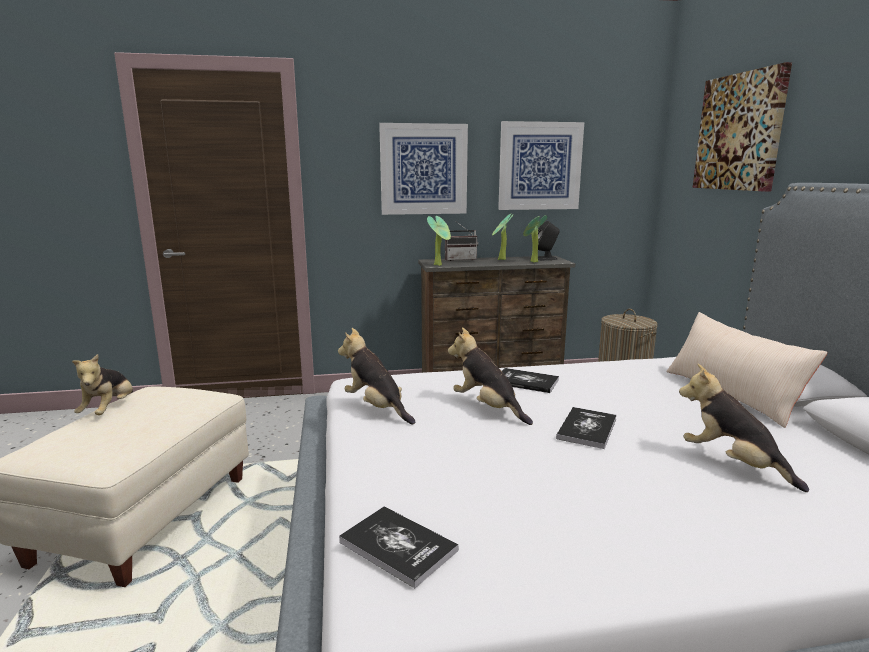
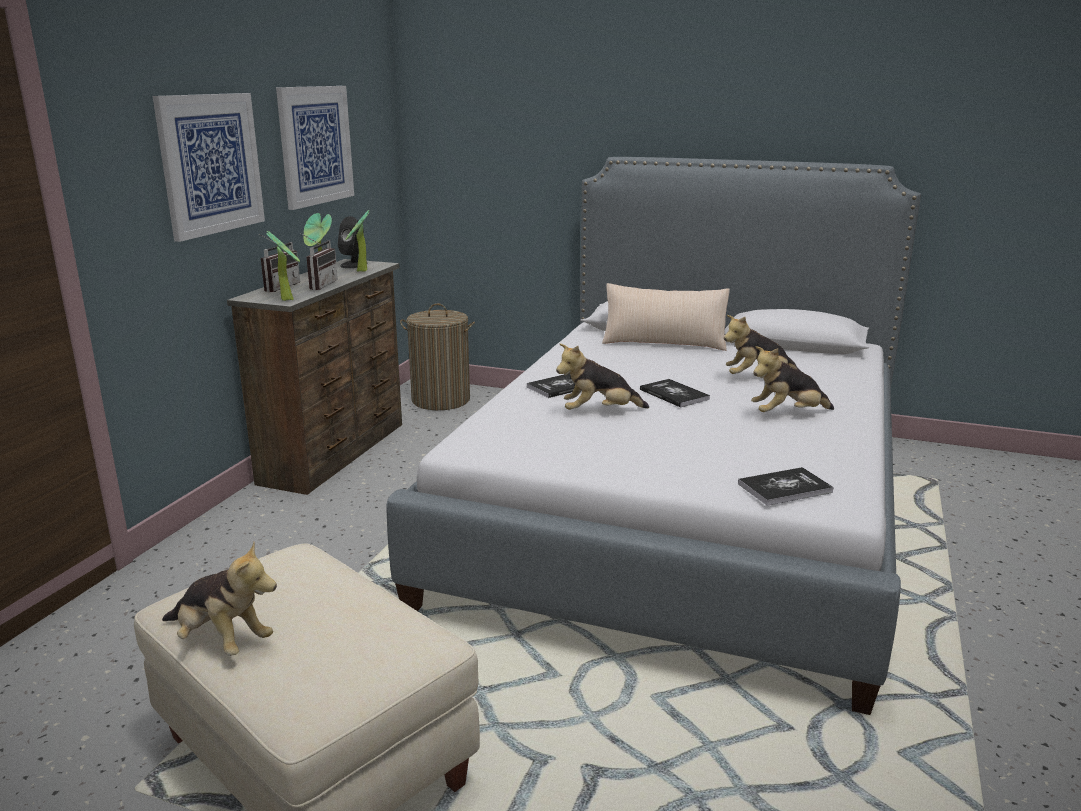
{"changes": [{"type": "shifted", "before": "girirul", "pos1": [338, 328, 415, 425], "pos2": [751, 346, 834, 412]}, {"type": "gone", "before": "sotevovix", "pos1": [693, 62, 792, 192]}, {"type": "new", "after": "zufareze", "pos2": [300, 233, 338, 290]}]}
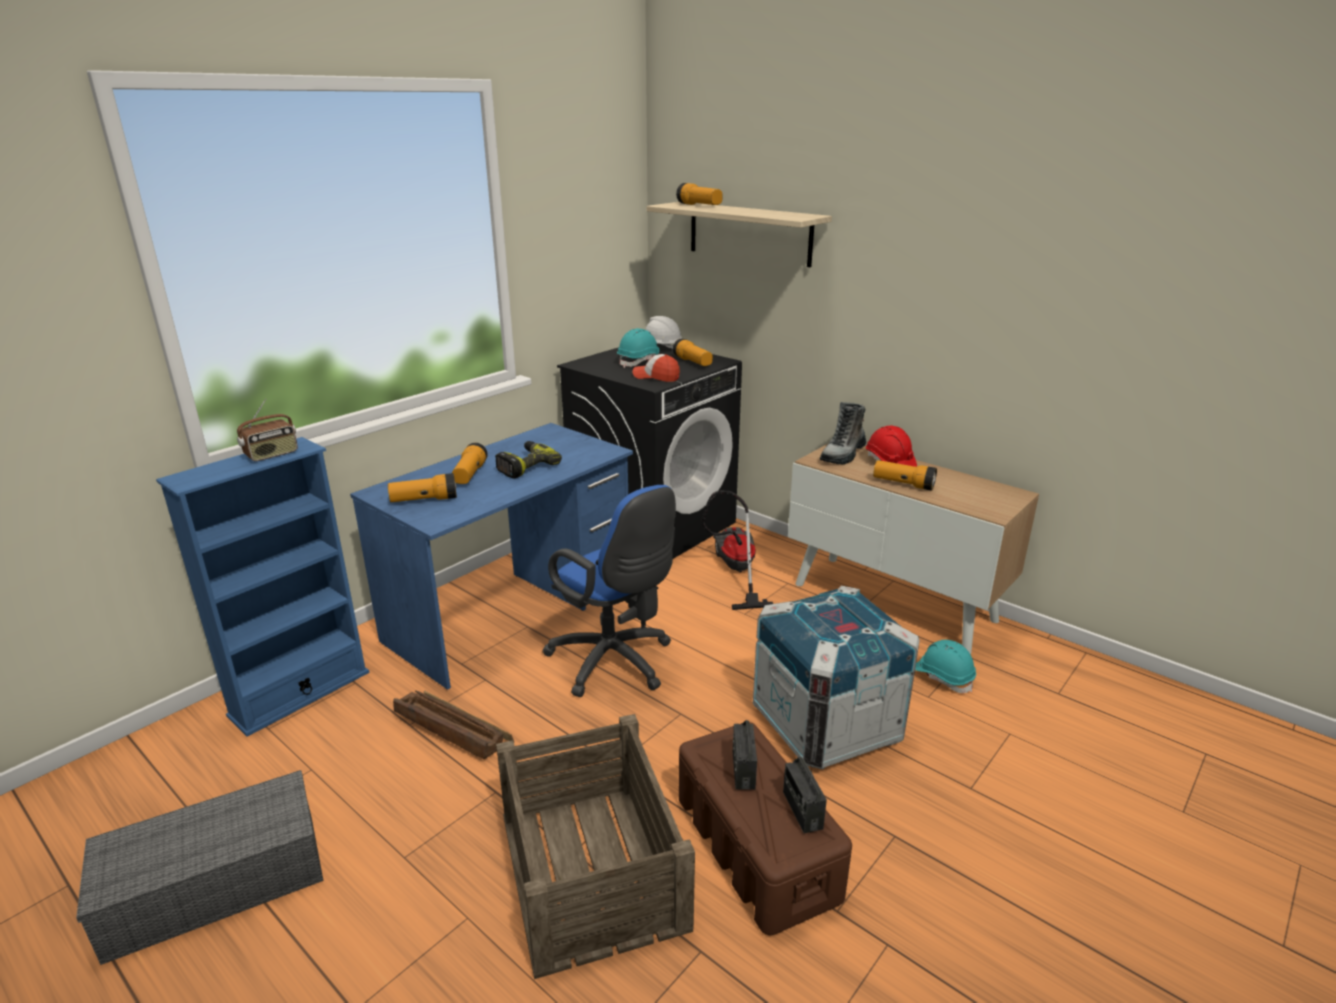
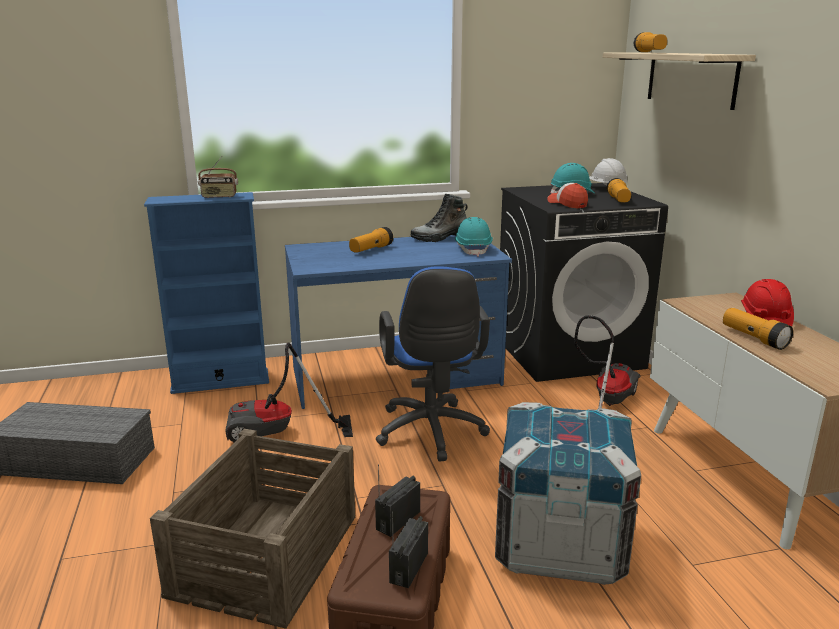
{"changes": [{"type": "gone", "before": "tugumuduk", "pos1": [388, 473, 457, 502]}, {"type": "swapped", "before": "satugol", "after": "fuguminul", "pos1": [393, 690, 514, 759], "pos2": [226, 343, 353, 443]}, {"type": "gone", "before": "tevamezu", "pos1": [495, 441, 562, 479]}, {"type": "shifted", "before": "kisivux", "pos1": [820, 402, 866, 465], "pos2": [411, 194, 467, 242]}, {"type": "shifted", "before": "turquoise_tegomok", "pos1": [915, 640, 976, 693], "pos2": [455, 217, 493, 256]}]}
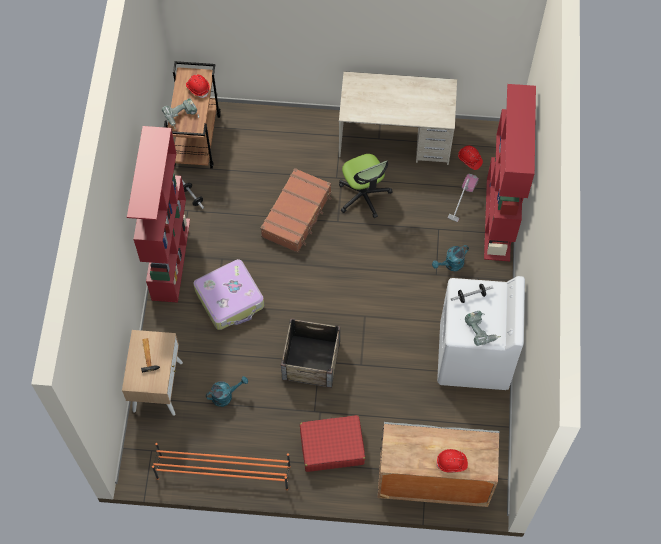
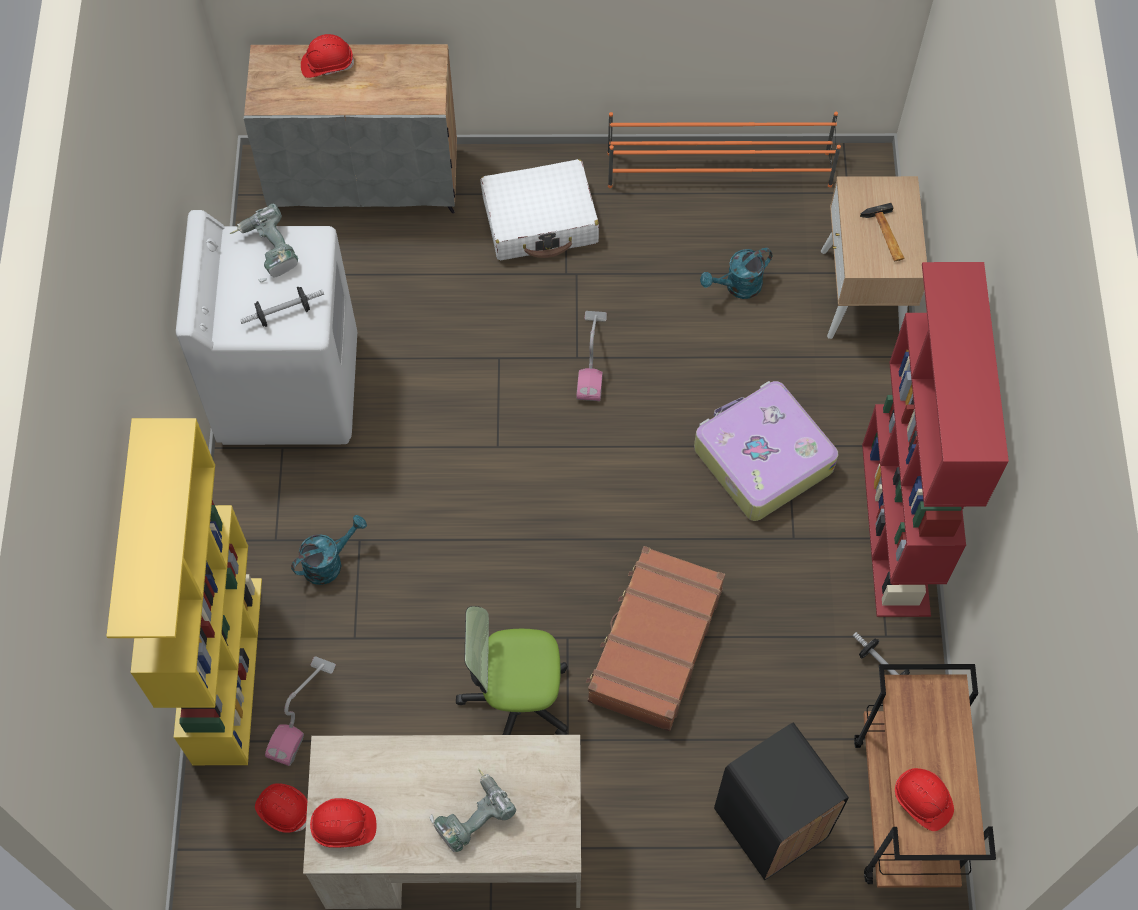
{"changes": [{"type": "shifted", "before": "tevamezu", "pos1": [162, 98, 199, 129], "pos2": [429, 769, 516, 852]}, {"type": "swapped", "before": "satugol", "after": "fuguminul", "pos1": [281, 318, 340, 388], "pos2": [576, 311, 607, 401]}, {"type": "repainted", "before": "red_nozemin", "after": "white_nozemin", "pos1": [300, 415, 365, 472], "pos2": [481, 159, 599, 260]}, {"type": "rotated", "before": "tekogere", "pos1": [339, 154, 393, 218], "pos2": [456, 606, 568, 735], "turn": -60}, {"type": "repainted", "before": "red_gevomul", "after": "yellow_gevomul", "pos1": [484, 84, 536, 261], "pos2": [106, 418, 262, 765]}, {"type": "new", "after": "red_tegomok", "pos2": [310, 798, 377, 848]}, {"type": "new", "after": "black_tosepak", "pos2": [714, 723, 849, 880]}]}
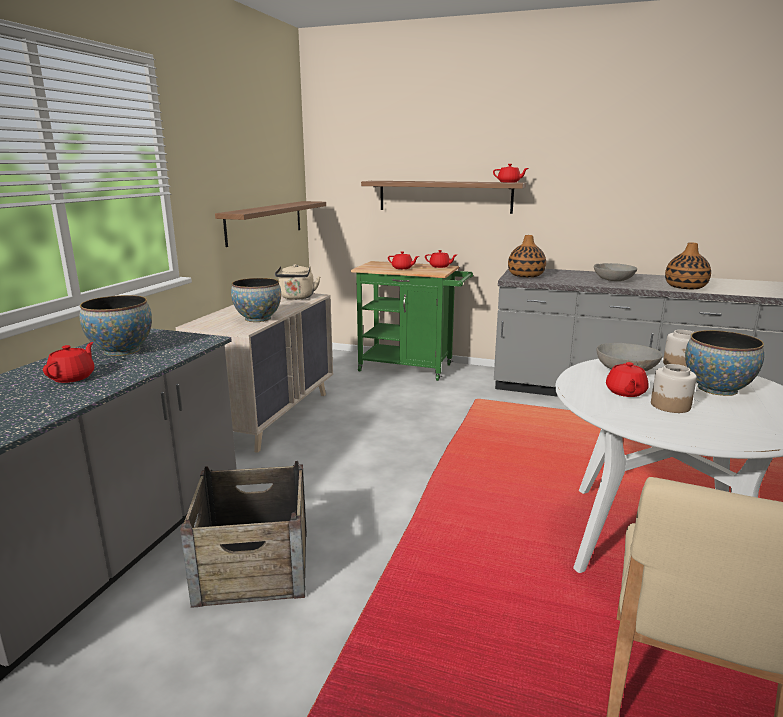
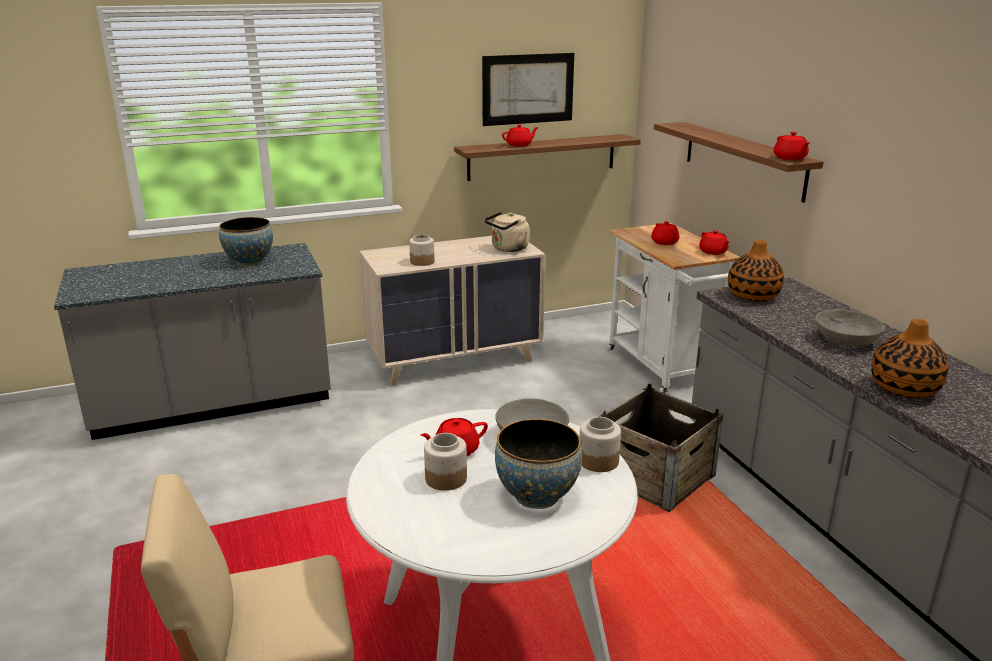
{"changes": [{"type": "shifted", "before": "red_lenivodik", "pos1": [43, 342, 94, 383], "pos2": [502, 124, 538, 147]}, {"type": "shifted", "before": "satugol", "pos1": [180, 461, 307, 608], "pos2": [598, 384, 723, 512]}, {"type": "swapped", "before": "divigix", "after": "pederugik", "pos1": [231, 278, 281, 322], "pos2": [409, 234, 434, 266]}, {"type": "repainted", "before": "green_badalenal", "after": "white_badalenal", "pos1": [351, 261, 473, 381], "pos2": [607, 223, 740, 394]}, {"type": "new", "after": "sotevovix", "pos2": [482, 53, 574, 126]}]}
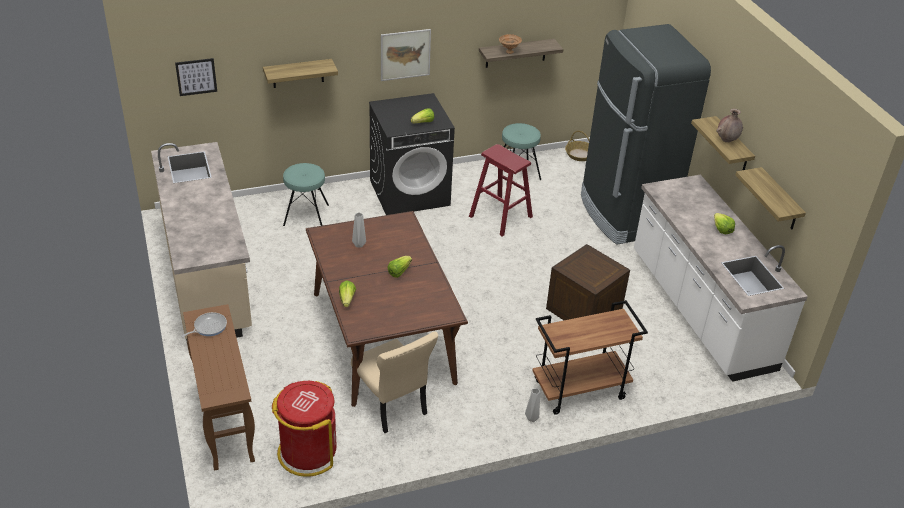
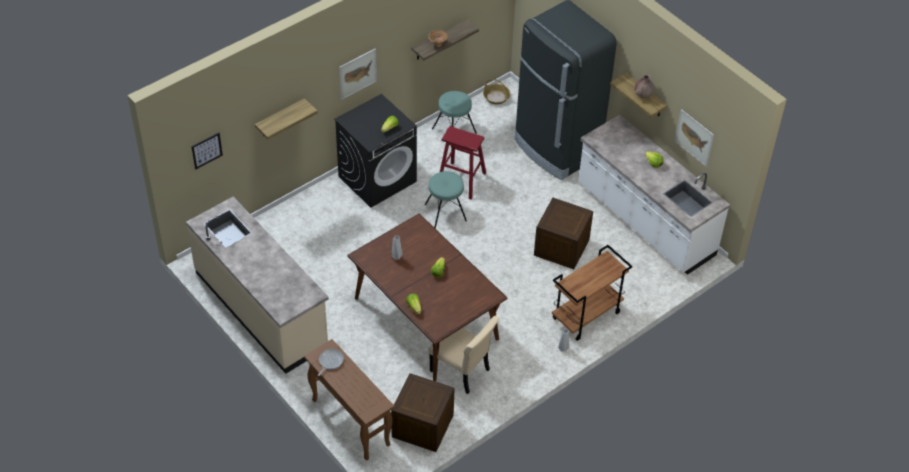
{"changes": [{"type": "swapped", "before": "red_tosepak", "after": "satugol", "pos1": [272, 381, 336, 477], "pos2": [391, 373, 455, 452]}, {"type": "shifted", "before": "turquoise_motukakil", "pos1": [283, 163, 329, 226], "pos2": [425, 171, 467, 228]}, {"type": "swapped", "before": "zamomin", "after": "sotevovix", "pos1": [735, 167, 806, 229], "pos2": [675, 109, 714, 167]}]}
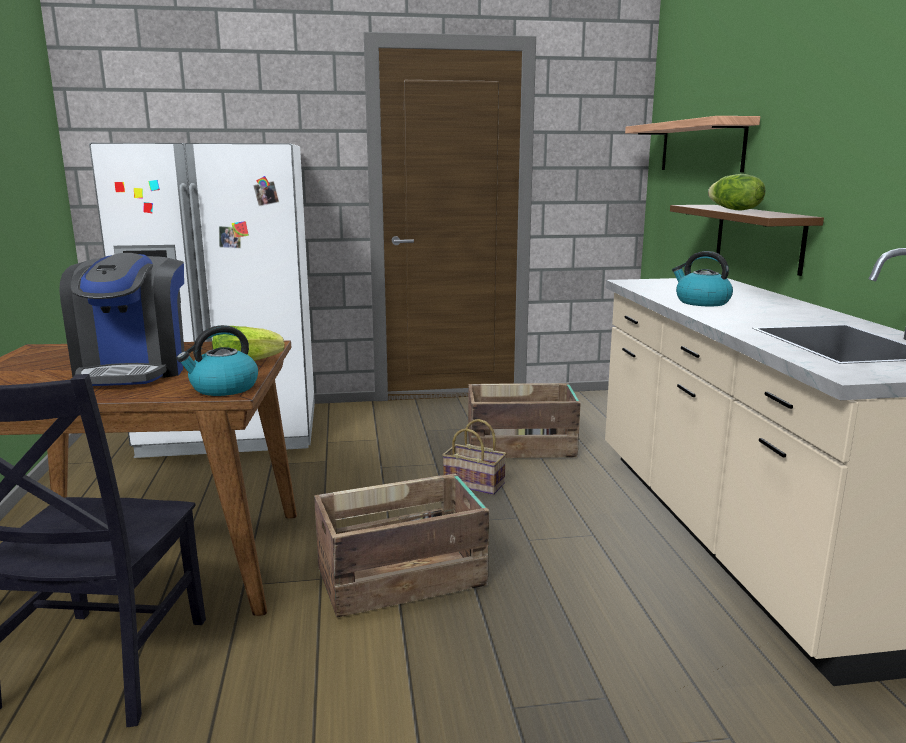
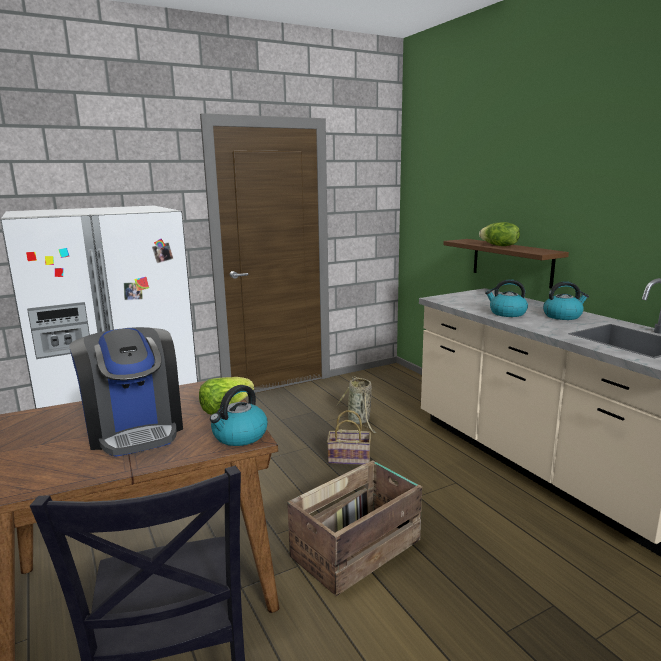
{"changes": [{"type": "swapped", "before": "satugol", "after": "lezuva", "pos1": [468, 383, 581, 458], "pos2": [336, 376, 376, 433]}, {"type": "gone", "before": "zamomin", "pos1": [625, 116, 760, 172]}, {"type": "new", "after": "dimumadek", "pos2": [543, 281, 589, 320]}]}
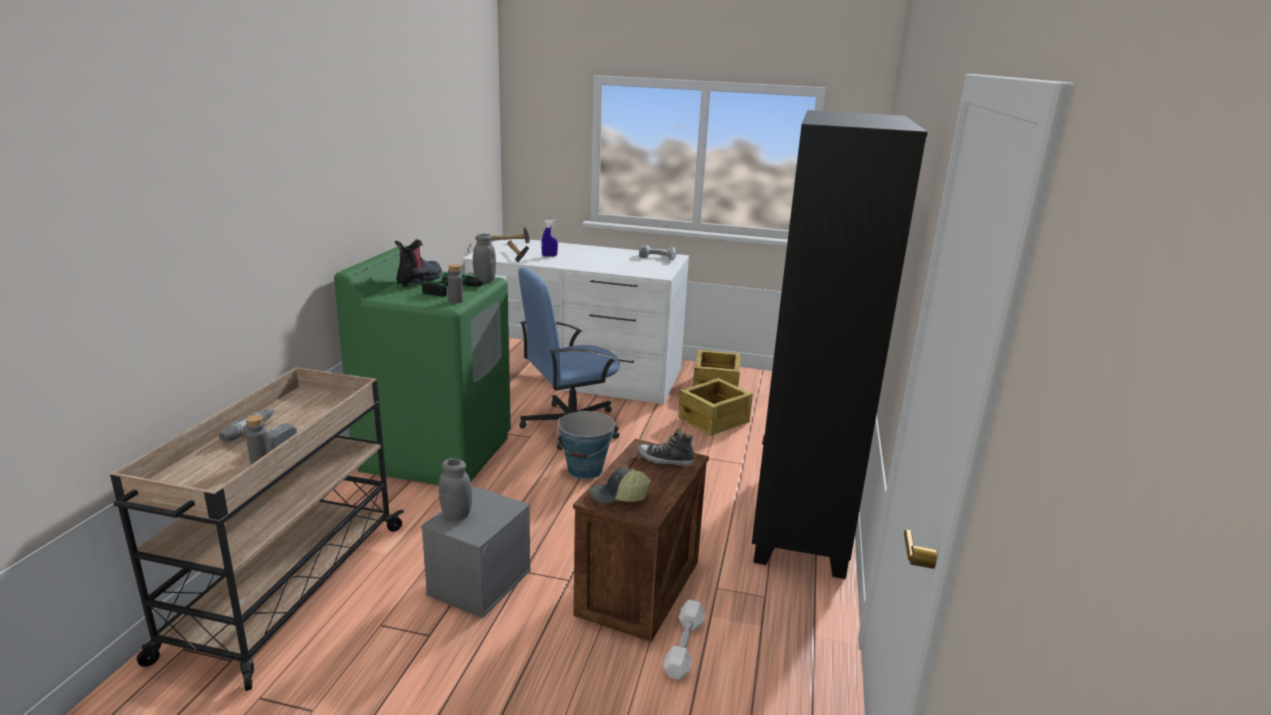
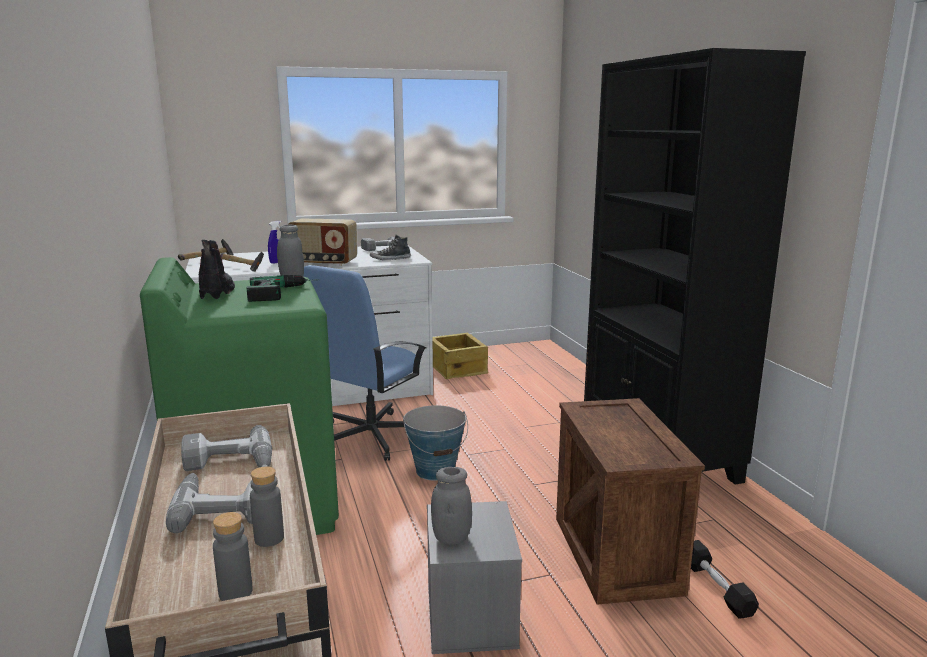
{"changes": [{"type": "shifted", "before": "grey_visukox", "pos1": [447, 264, 463, 303], "pos2": [213, 512, 253, 601]}, {"type": "gone", "before": "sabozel", "pos1": [590, 467, 651, 504]}, {"type": "shifted", "before": "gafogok", "pos1": [637, 429, 695, 466], "pos2": [370, 234, 411, 260]}, {"type": "repainted", "before": "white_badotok", "after": "black_badotok", "pos1": [663, 600, 705, 680], "pos2": [691, 540, 759, 619]}, {"type": "gone", "before": "satugol", "pos1": [679, 378, 752, 437]}, {"type": "new", "after": "tevamezu", "pos2": [181, 425, 272, 471]}, {"type": "new", "after": "zufareze", "pos2": [288, 219, 357, 266]}]}
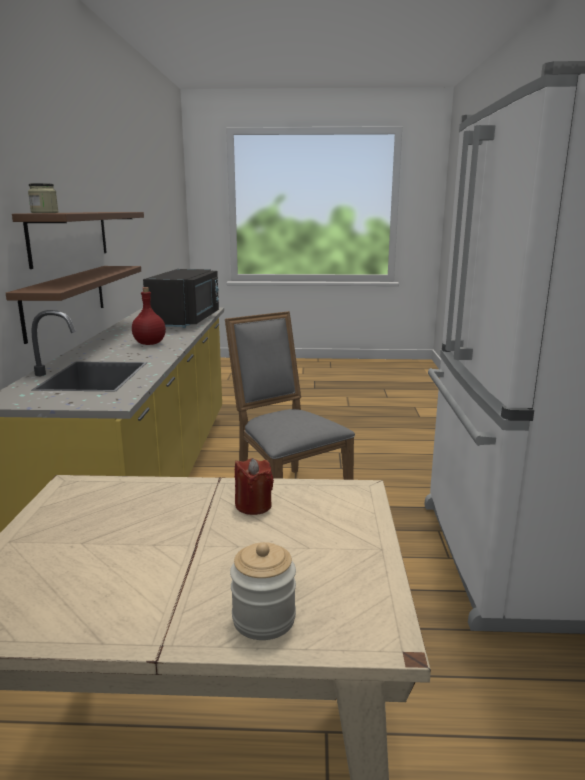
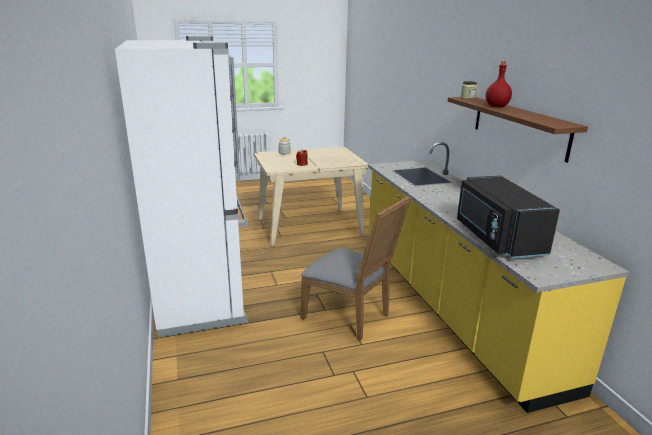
{"changes": [{"type": "gone", "before": "brown_zamomin", "pos1": [6, 266, 141, 344]}, {"type": "shifted", "before": "red_visukox", "pos1": [132, 287, 166, 345], "pos2": [486, 61, 512, 107]}]}
